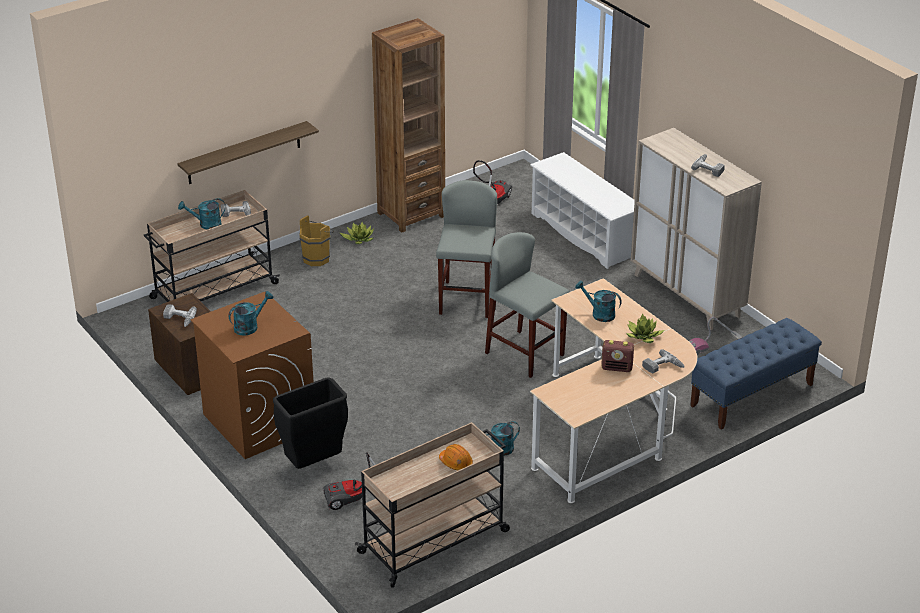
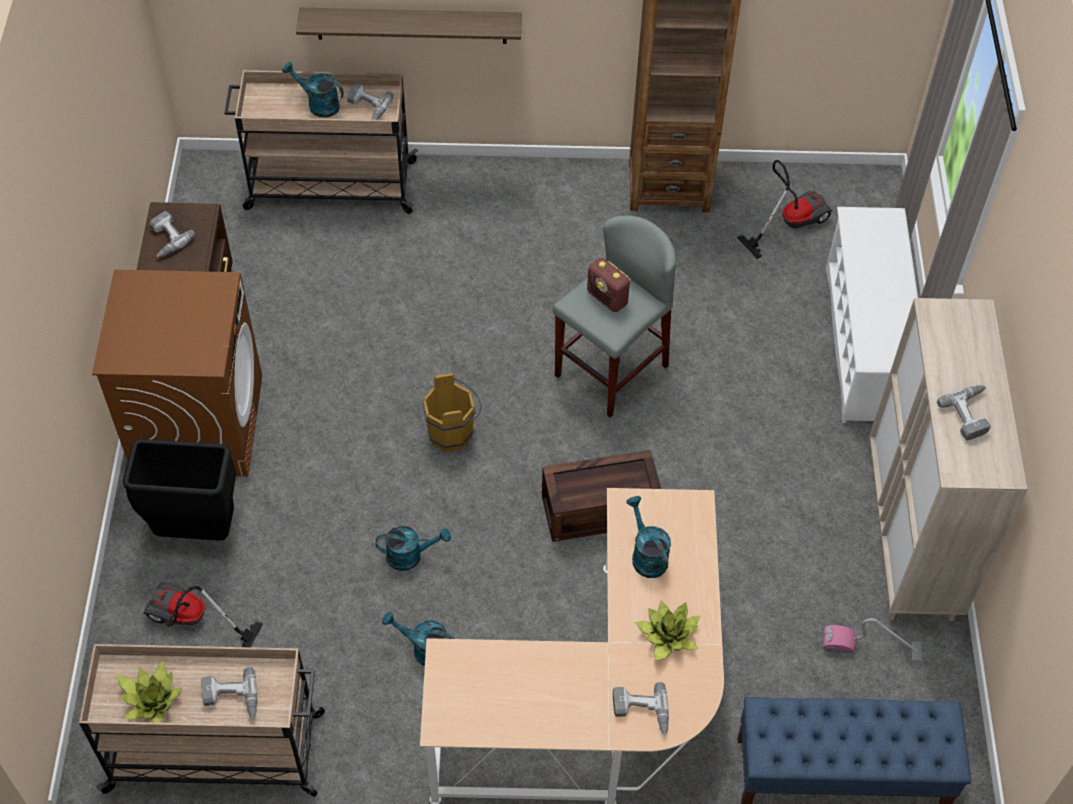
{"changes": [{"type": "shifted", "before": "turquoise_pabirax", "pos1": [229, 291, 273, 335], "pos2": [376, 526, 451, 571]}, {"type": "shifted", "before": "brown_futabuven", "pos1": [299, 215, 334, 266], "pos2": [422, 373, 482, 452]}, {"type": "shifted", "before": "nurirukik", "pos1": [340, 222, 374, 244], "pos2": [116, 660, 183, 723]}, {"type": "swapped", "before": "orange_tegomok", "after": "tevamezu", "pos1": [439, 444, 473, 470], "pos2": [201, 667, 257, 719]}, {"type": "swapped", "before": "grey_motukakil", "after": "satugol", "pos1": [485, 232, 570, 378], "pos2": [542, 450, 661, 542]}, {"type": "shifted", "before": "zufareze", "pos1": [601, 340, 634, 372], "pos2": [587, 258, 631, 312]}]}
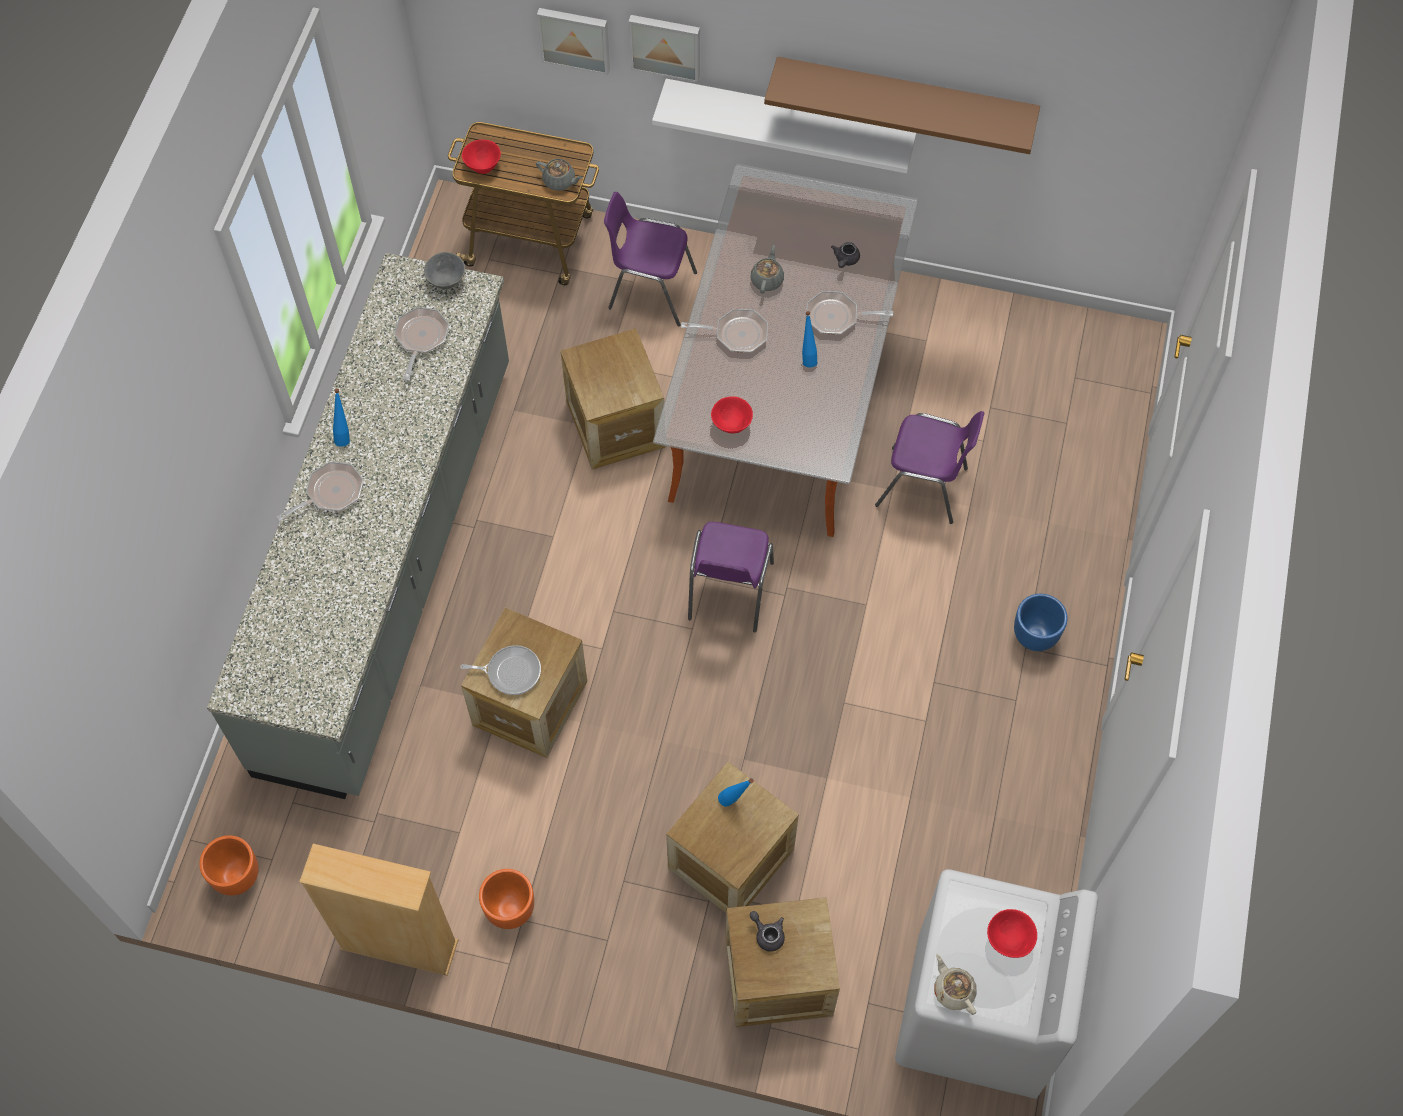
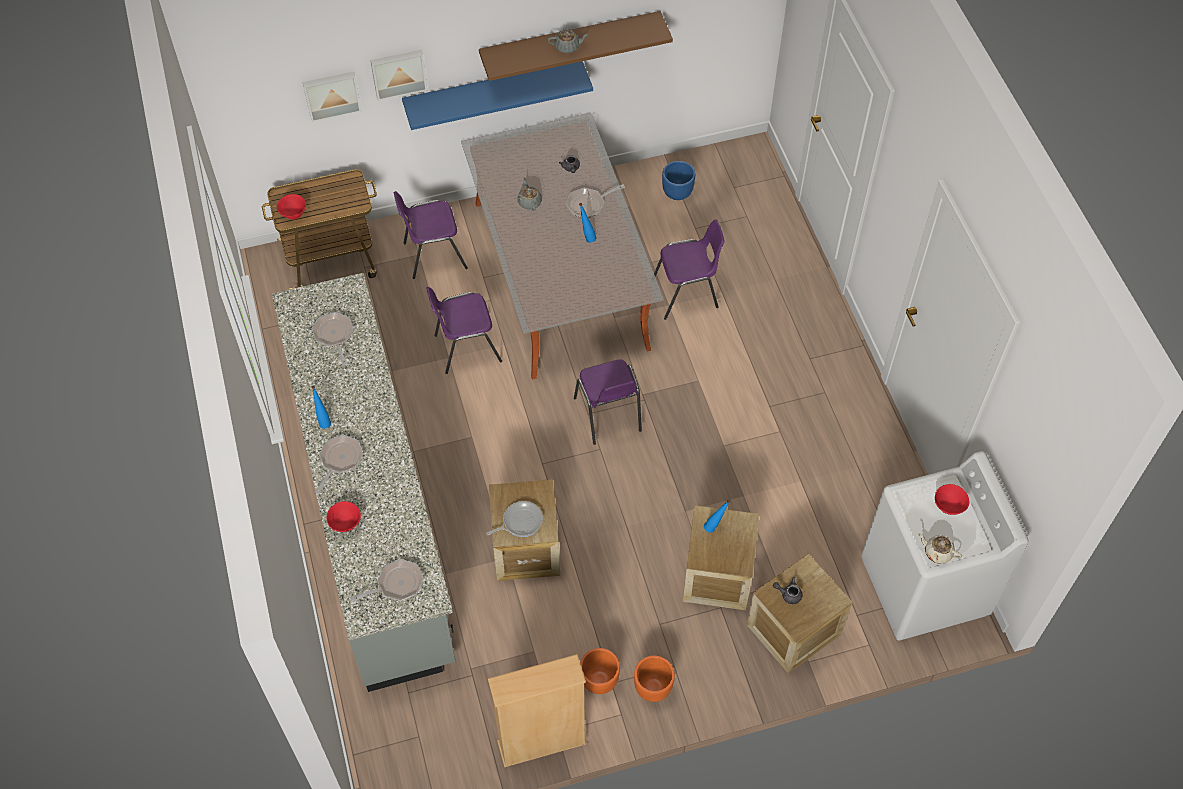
{"changes": [{"type": "shifted", "before": "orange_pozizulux", "pos1": [199, 835, 259, 896], "pos2": [634, 655, 675, 702]}, {"type": "gone", "before": "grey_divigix", "pos1": [424, 252, 465, 289]}, {"type": "shifted", "before": "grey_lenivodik", "pos1": [536, 159, 583, 191], "pos2": [548, 29, 589, 53]}, {"type": "swapped", "before": "satugol", "after": "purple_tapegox", "pos1": [560, 328, 666, 469], "pos2": [426, 287, 502, 374]}, {"type": "repainted", "before": "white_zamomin", "after": "blue_zamomin", "pos1": [652, 79, 917, 173], "pos2": [402, 61, 593, 130]}, {"type": "shifted", "before": "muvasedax", "pos1": [681, 309, 768, 353], "pos2": [350, 559, 424, 602]}, {"type": "shifted", "before": "red_divigix", "pos1": [711, 396, 753, 433], "pos2": [327, 501, 361, 532]}, {"type": "shifted", "before": "blue_pozizulux", "pos1": [1014, 594, 1068, 651], "pos2": [662, 161, 695, 200]}]}
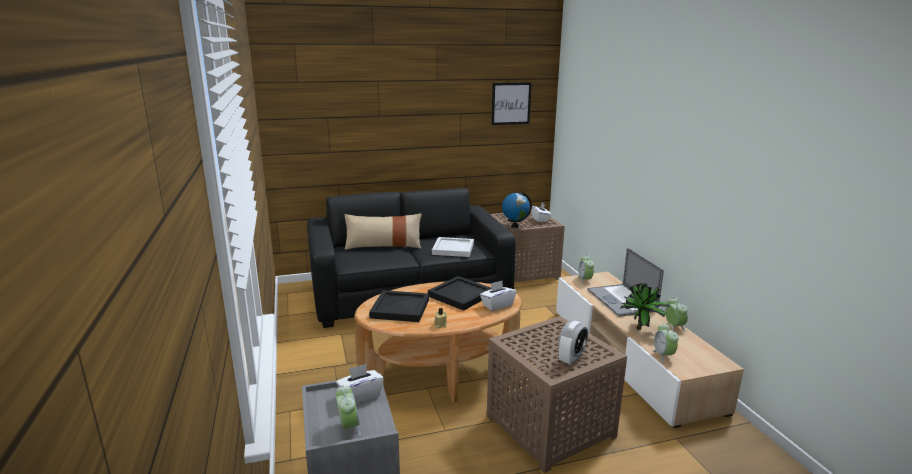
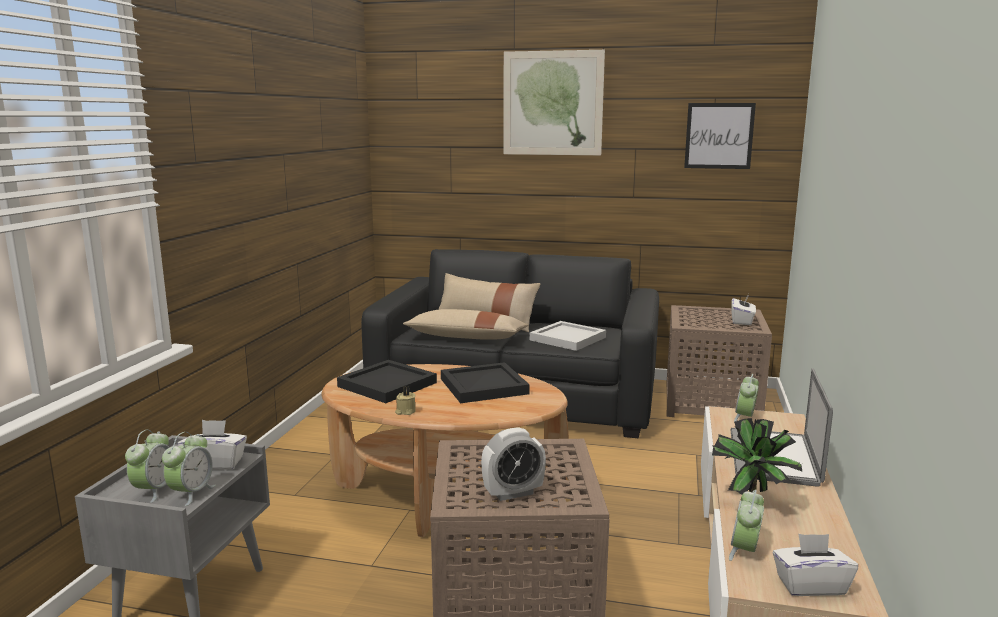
{"changes": [{"type": "shifted", "before": "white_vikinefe", "pos1": [480, 281, 516, 311], "pos2": [773, 534, 858, 596]}, {"type": "gone", "before": "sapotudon", "pos1": [502, 192, 532, 228]}, {"type": "shifted", "before": "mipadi", "pos1": [665, 297, 688, 332], "pos2": [162, 432, 216, 506]}, {"type": "new", "after": "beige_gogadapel", "pos2": [403, 309, 528, 340]}, {"type": "new", "after": "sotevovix", "pos2": [503, 50, 605, 155]}]}
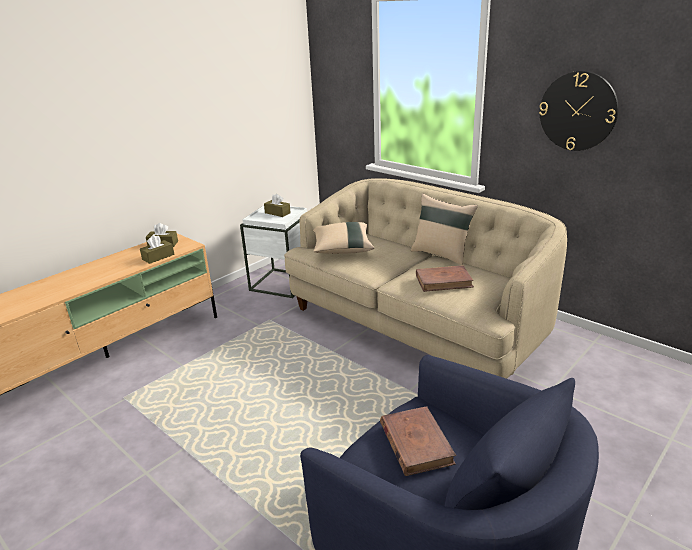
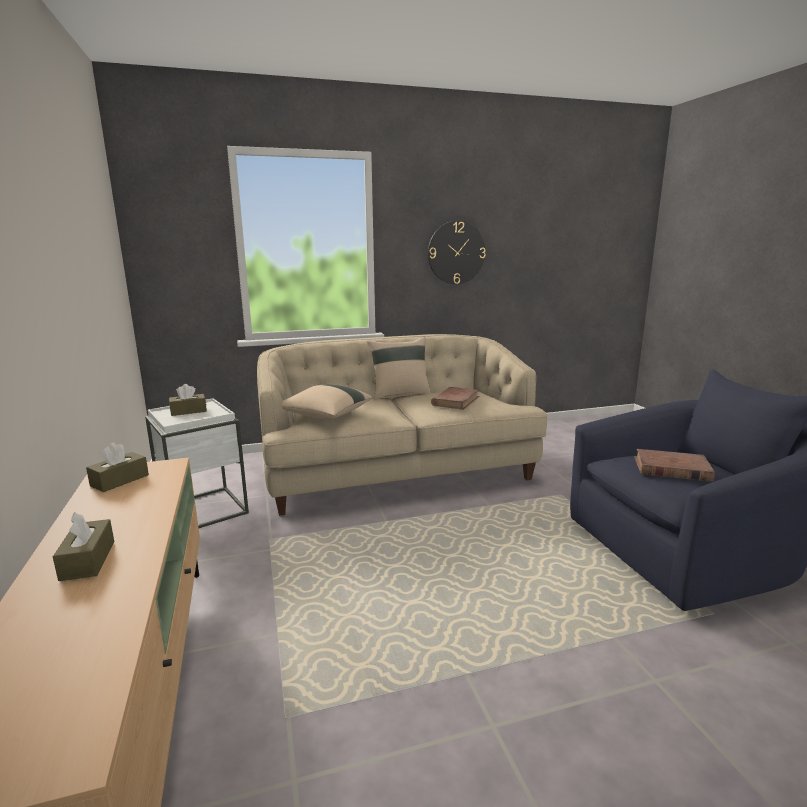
{"changes": [{"type": "shifted", "before": "brown_vikinefe", "pos1": [140, 235, 174, 264], "pos2": [53, 512, 114, 581]}]}
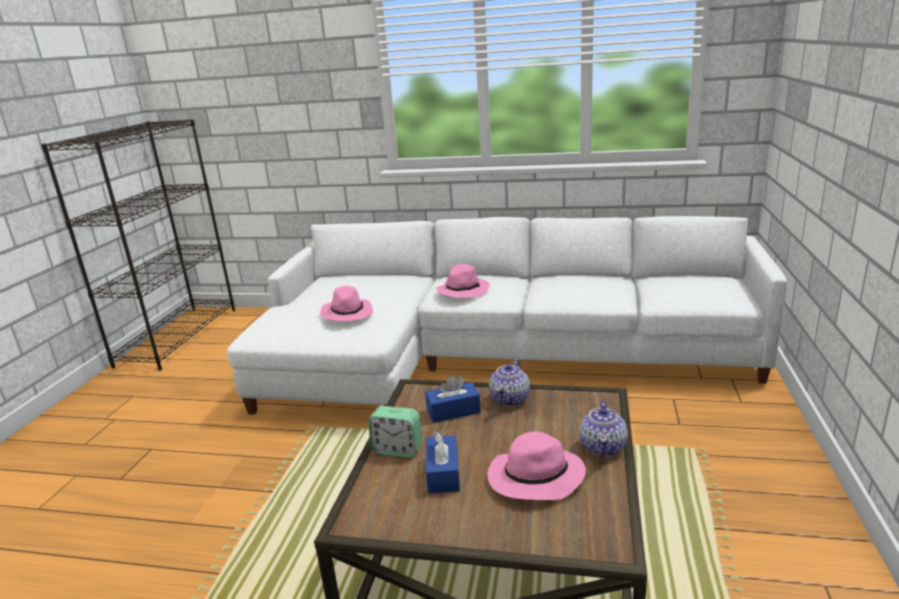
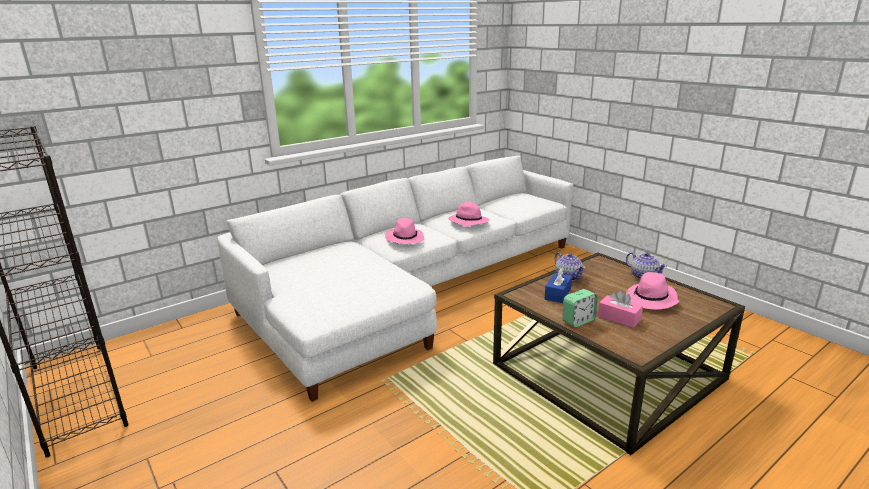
{"changes": [{"type": "shifted", "before": "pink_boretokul", "pos1": [320, 286, 373, 321], "pos2": [448, 202, 489, 227]}, {"type": "repainted", "before": "blue_vikinefe", "after": "pink_vikinefe", "pos1": [426, 432, 460, 494], "pos2": [598, 290, 643, 328]}]}
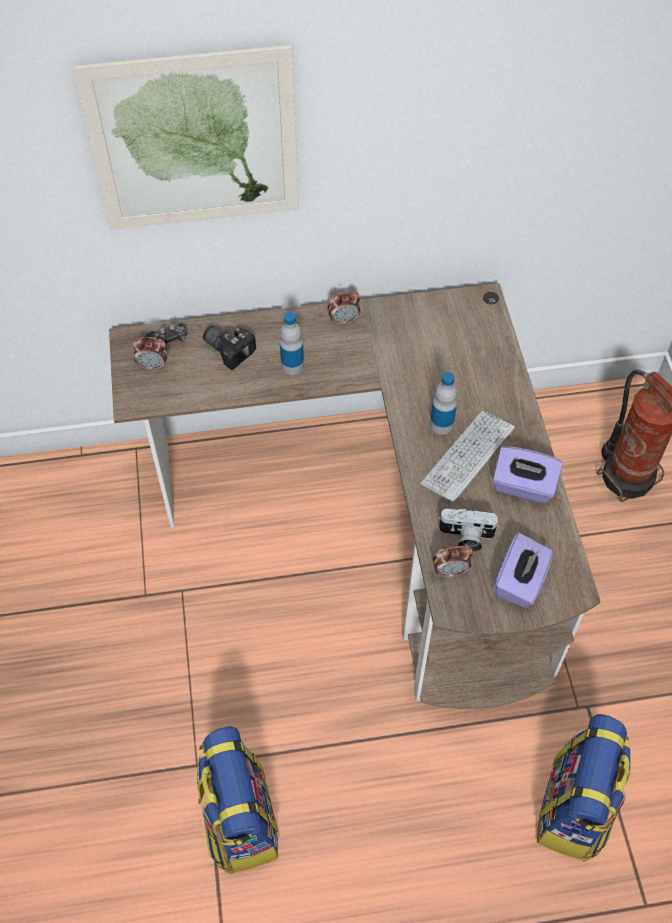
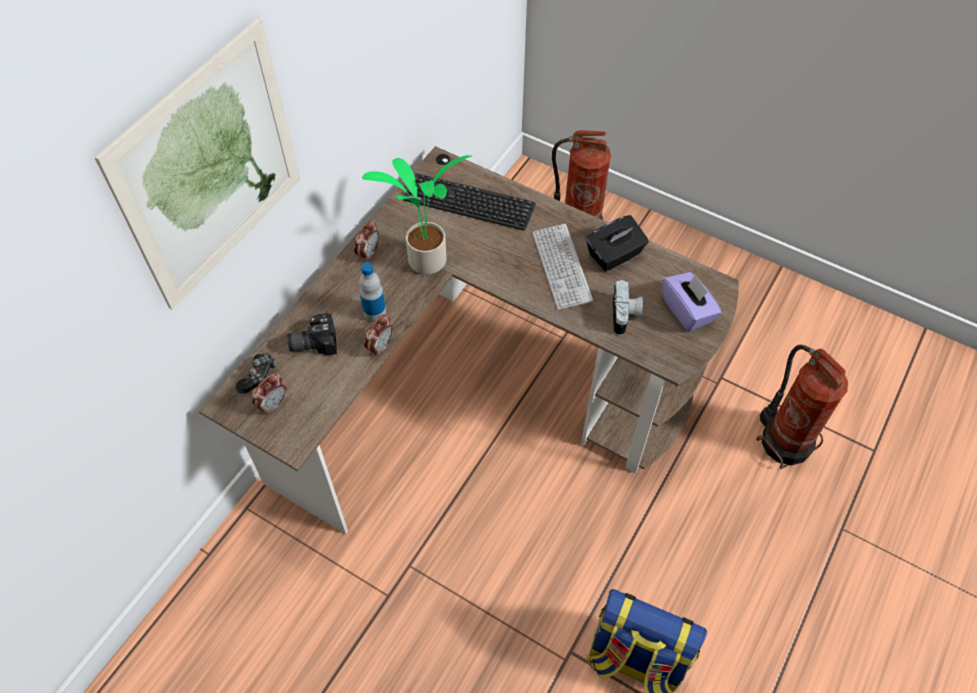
{"changes": [{"type": "gone", "before": "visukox", "pos1": [430, 372, 457, 435]}, {"type": "shifted", "before": "mipadi", "pos1": [433, 545, 473, 578], "pos2": [364, 314, 393, 356]}, {"type": "rotated", "before": "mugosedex", "pos1": [438, 509, 499, 552], "pos2": [613, 280, 643, 336], "turn": -45}, {"type": "repainted", "before": "purple_vikinefe", "after": "black_vikinefe", "pos1": [493, 446, 563, 503], "pos2": [586, 215, 649, 271]}, {"type": "swapped", "before": "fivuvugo", "after": "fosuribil", "pos1": [537, 714, 631, 862], "pos2": [756, 345, 848, 469]}, {"type": "new", "after": "nurirukik", "pos2": [362, 155, 472, 274]}, {"type": "new", "after": "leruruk", "pos2": [403, 173, 536, 231]}]}
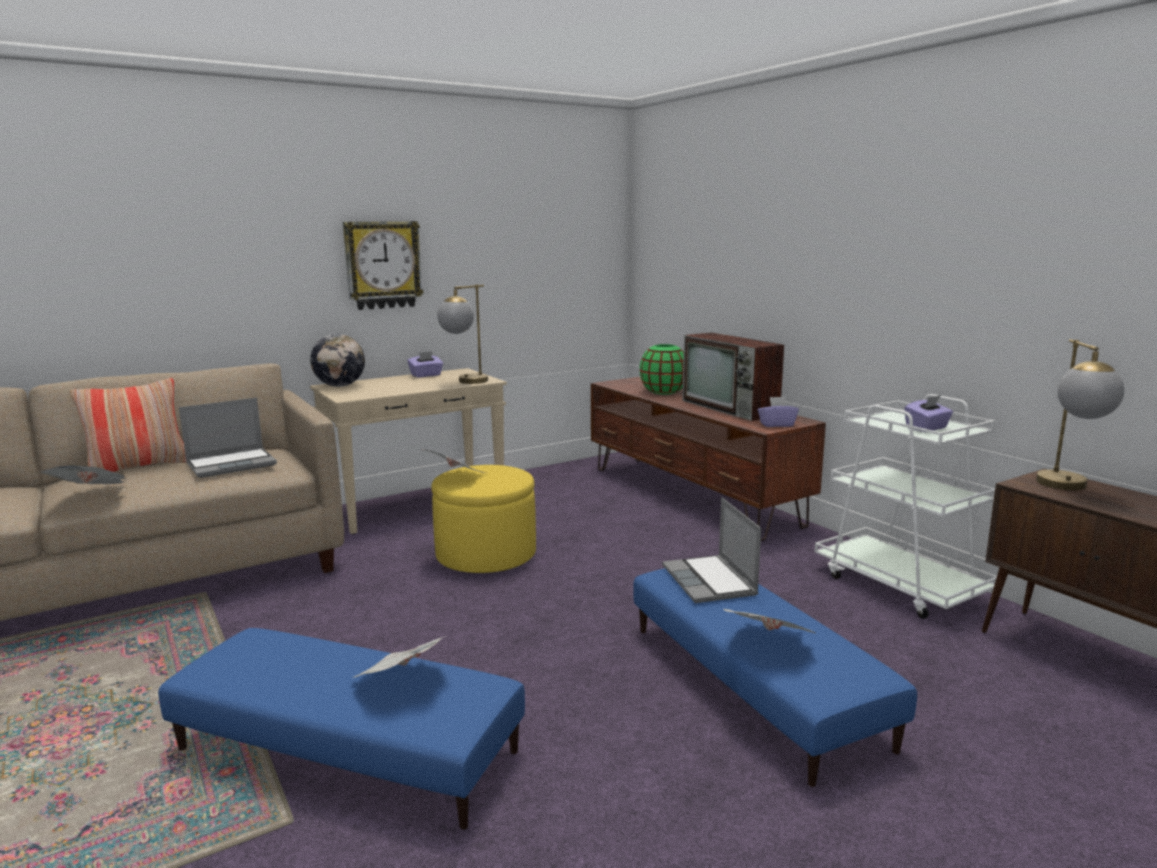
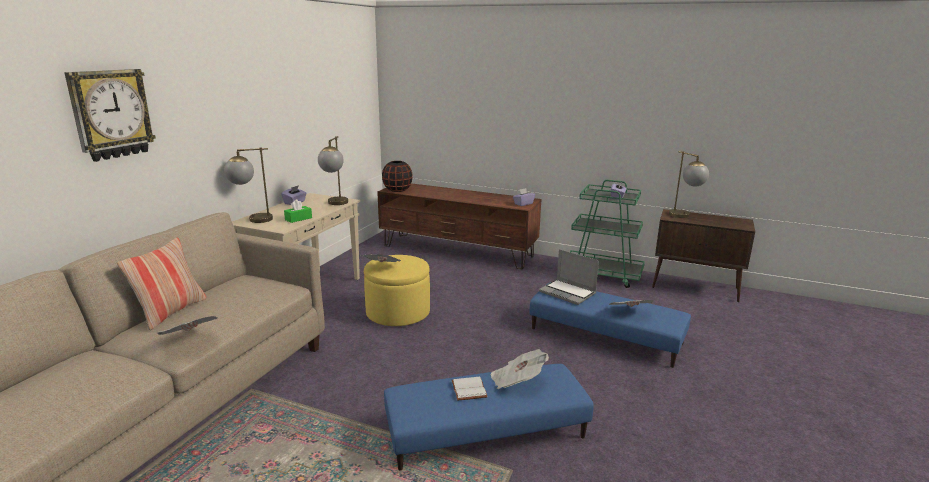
{"changes": [{"type": "gone", "before": "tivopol", "pos1": [179, 398, 277, 478]}, {"type": "swapped", "before": "sapotudon", "after": "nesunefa", "pos1": [310, 334, 365, 387], "pos2": [224, 148, 273, 223]}, {"type": "shifted", "before": "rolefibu", "pos1": [343, 221, 424, 310], "pos2": [64, 69, 156, 162]}, {"type": "gone", "before": "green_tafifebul", "pos1": [639, 344, 684, 395]}, {"type": "gone", "before": "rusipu", "pos1": [682, 332, 784, 421]}, {"type": "repainted", "before": "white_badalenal", "after": "green_badalenal", "pos1": [815, 394, 997, 619], "pos2": [570, 180, 645, 288]}, {"type": "new", "after": "green_vikinefe", "pos2": [284, 199, 312, 223]}, {"type": "new", "after": "black_tafifebul", "pos2": [382, 161, 413, 192]}, {"type": "new", "after": "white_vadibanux", "pos2": [452, 377, 488, 401]}]}
